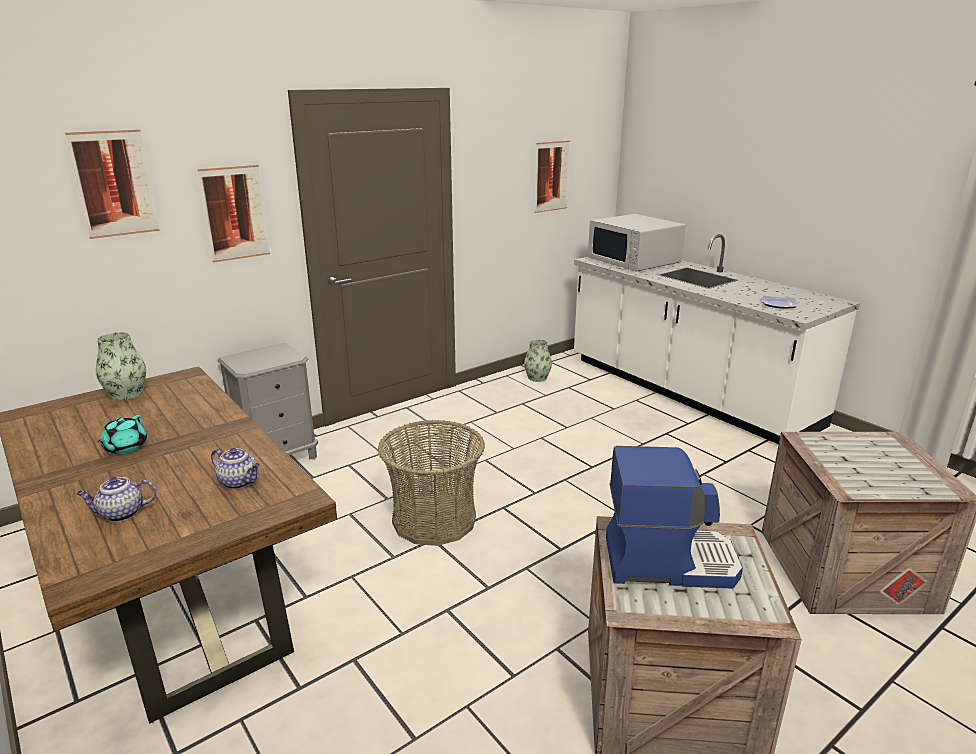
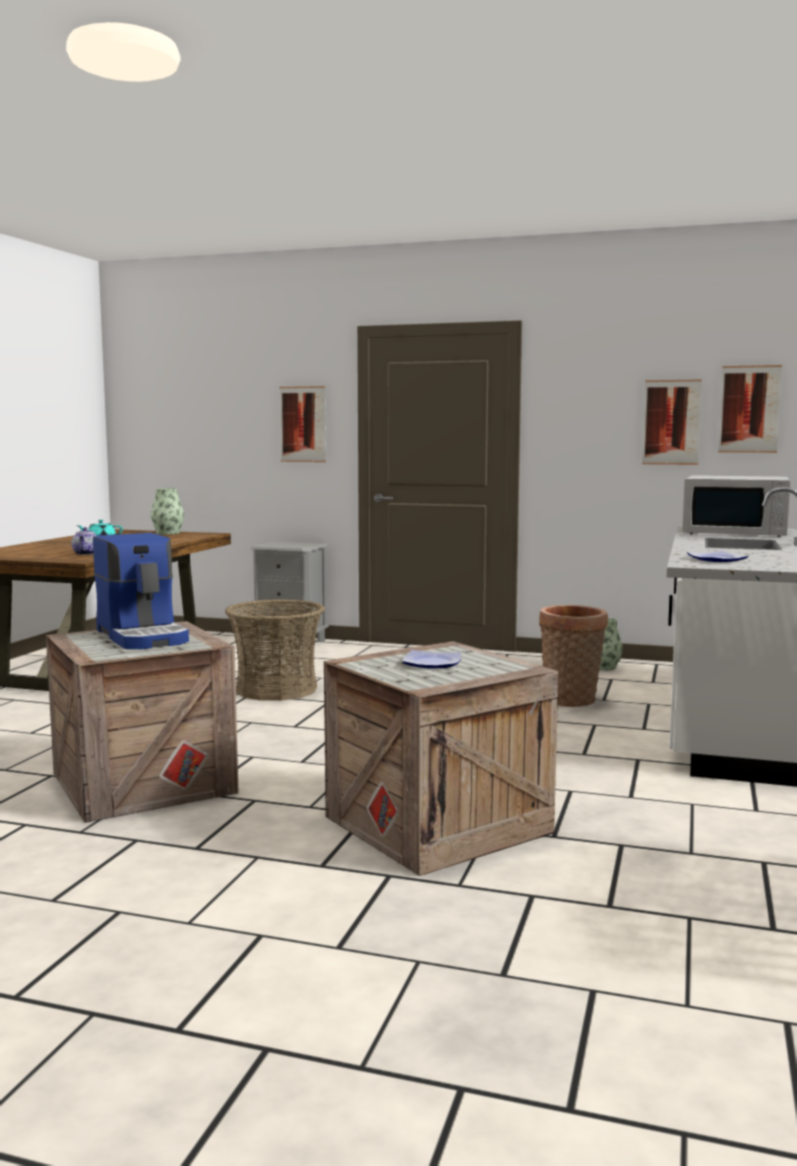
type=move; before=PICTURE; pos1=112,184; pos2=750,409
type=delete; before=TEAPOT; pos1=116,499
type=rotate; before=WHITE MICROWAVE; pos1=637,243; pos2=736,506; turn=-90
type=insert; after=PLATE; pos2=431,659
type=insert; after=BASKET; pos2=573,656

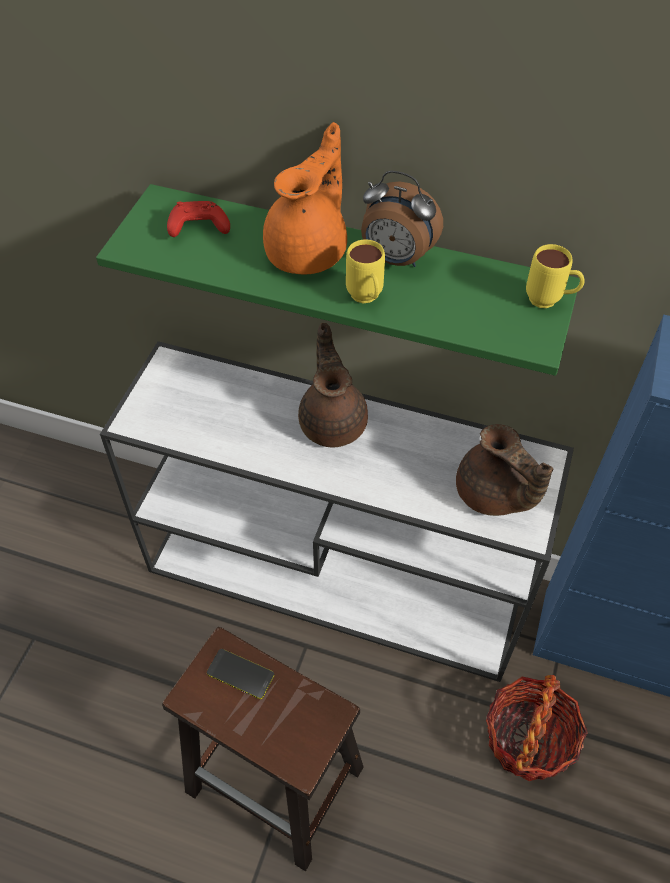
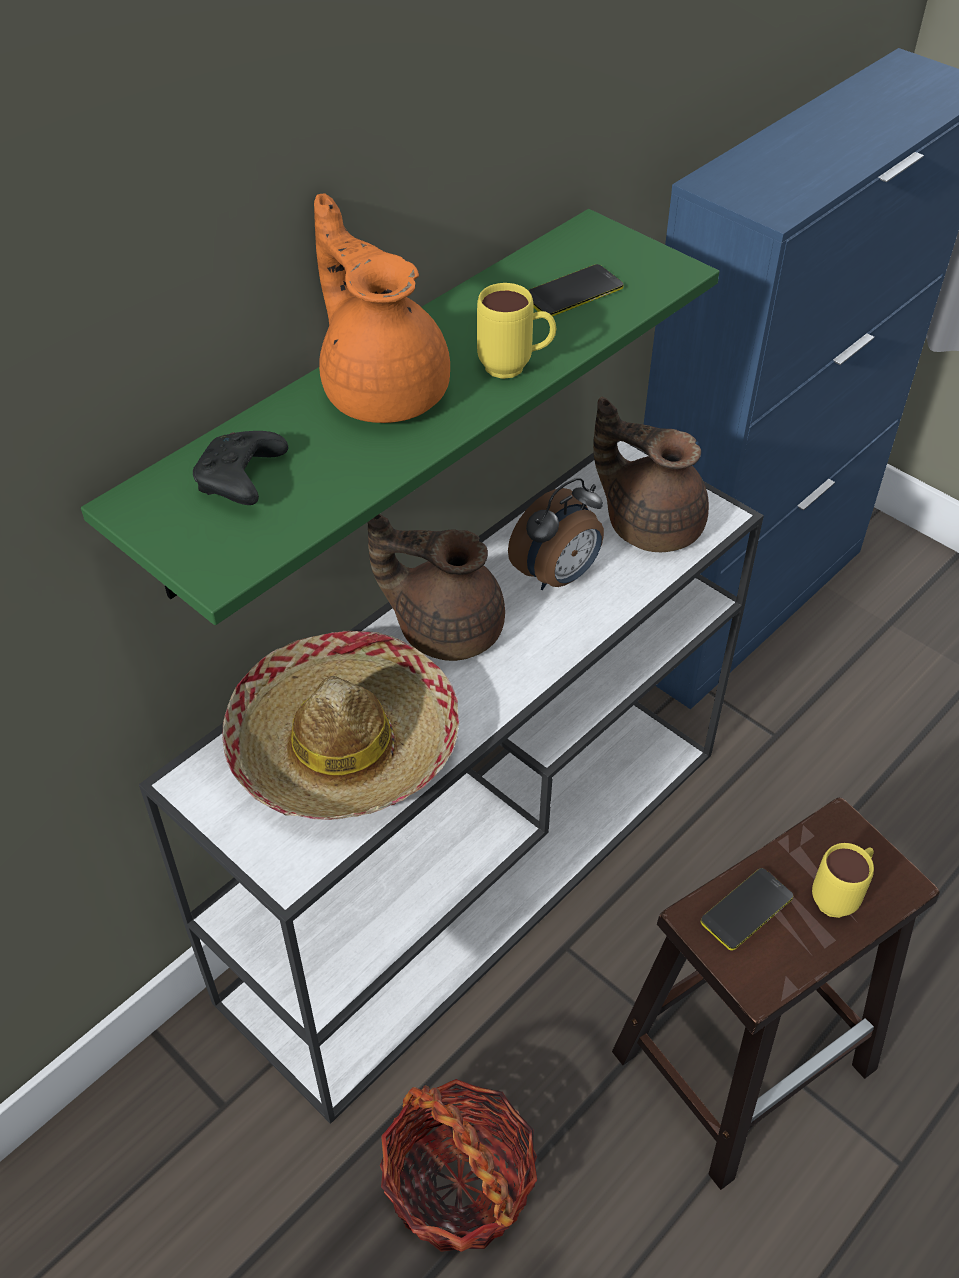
type=recolor; before=RED GAME CONTROLLER; after=BLACK GAME CONTROLLER; pos1=198,219; pos2=240,468
type=move; before=ALARM CLOCK; pos1=402,219; pos2=556,534
type=rotate; before=BROWN TEAPOT; pos1=504,470; pos2=651,474; turn=-135
type=move; before=BASKET; pos1=537,728; pos2=458,1165
type=move; before=YELLOW MUG; pos1=555,276; pos2=843,880
type=insert; after=HAT; pos2=340,725
type=insert; after=PHONE; pos2=576,290

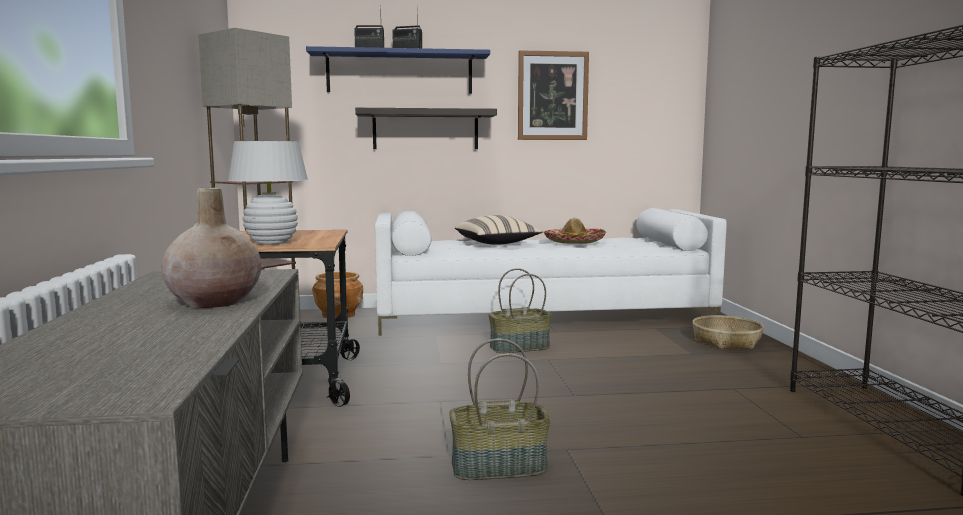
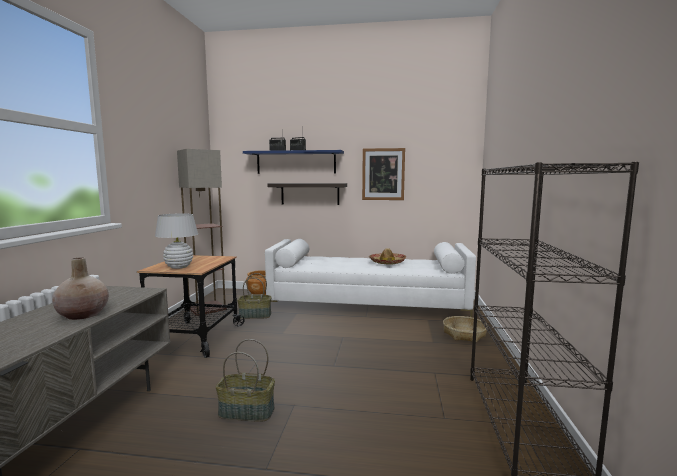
type=delete; before=BEIGE PILLOW; pos1=499,230
type=move; before=BASKET; pos1=520,310; pos2=254,296

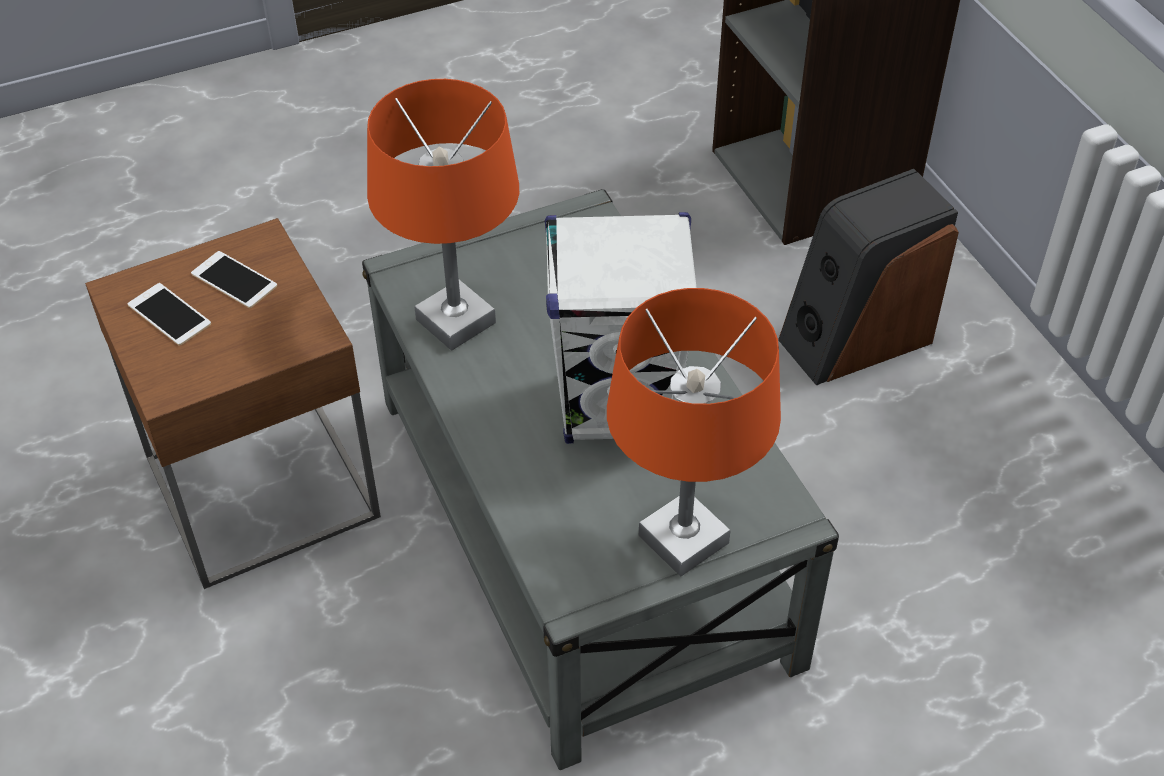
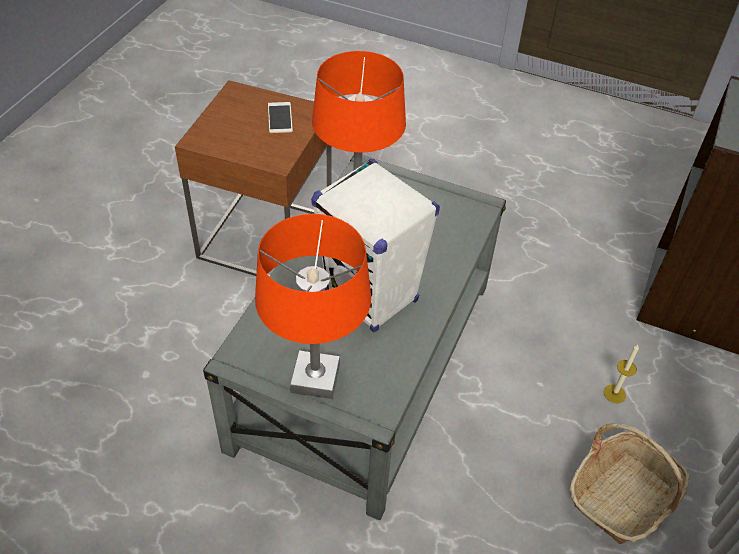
type=delete; before=PHONE; pos1=169,314
type=replace; before=SPEAKER; after=CANDLE; pos1=868,277; pos2=621,374
type=insert; after=BASKET; pos2=630,483

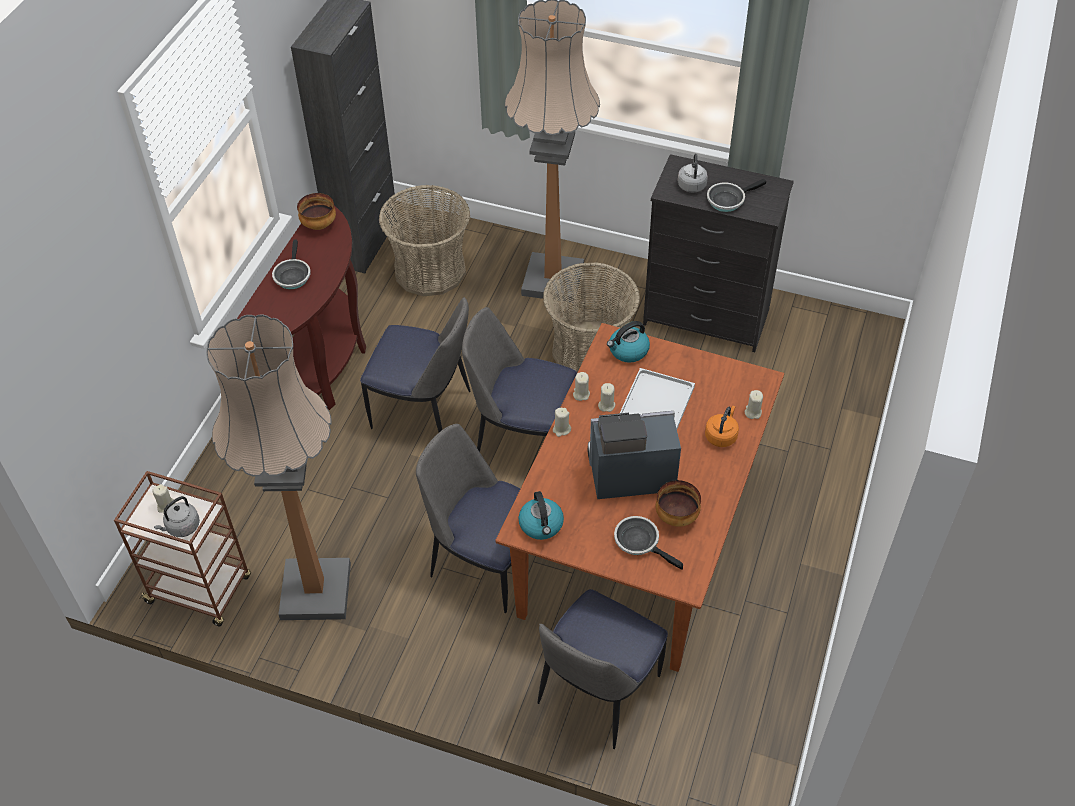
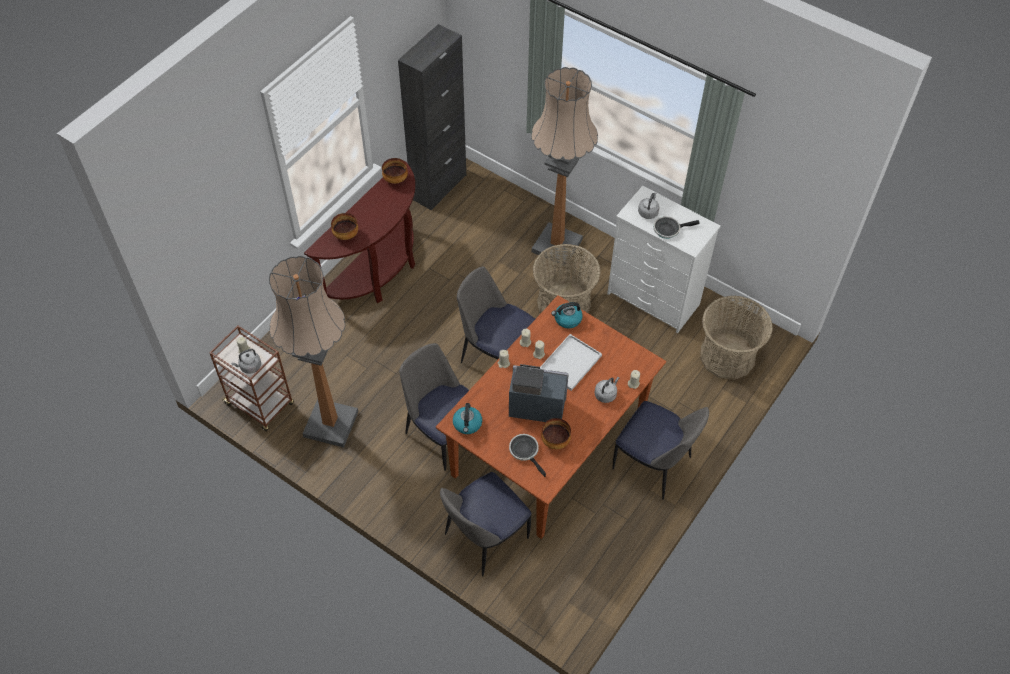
type=delete; before=FRYING PAN; pos1=291,264
type=move; before=CHAIR; pos1=415,364; pos2=660,450
type=move; before=BASKET; pos1=424,240; pos2=736,338
type=recolor; before=BLACK DRESSER; after=WHITE DRESSER; pos1=718,253; pos2=663,259
type=recolor; before=ORANGE KETTLE; after=GREY KETTLE; pos1=722,426; pos2=606,390
type=insert; after=BOWL; pos2=344,226

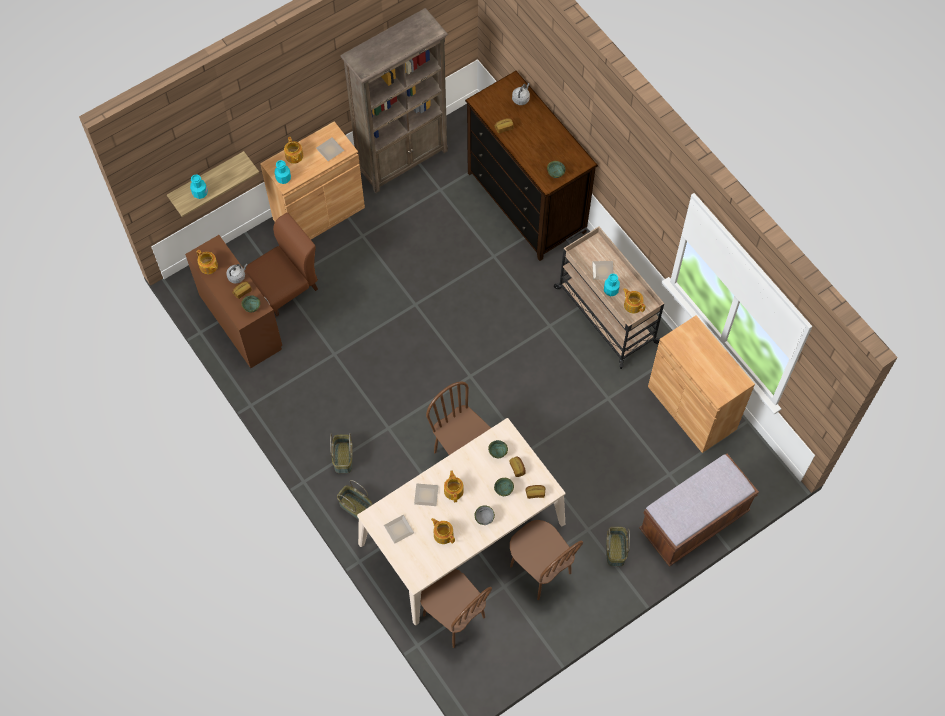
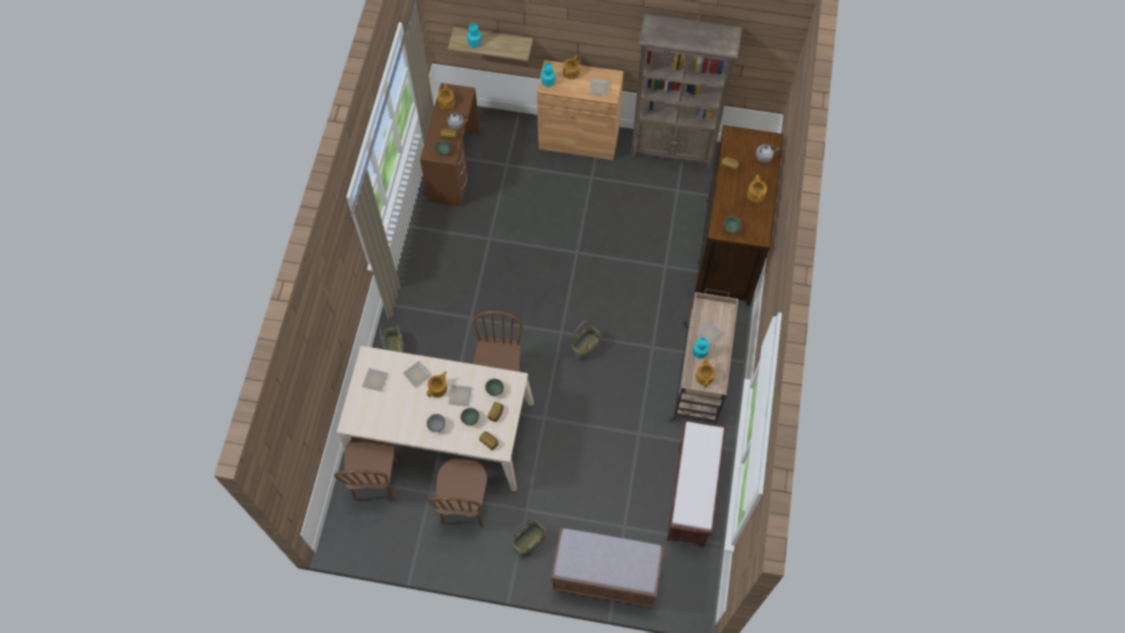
type=delete; before=BROWN CHAIR; pos1=280,264
type=move; before=BASKET; pos1=341,453; pos2=586,341
type=move; before=TEAPOT; pos1=443,531; pos2=757,189
type=replace; before=BROWN CABINET; after=BROWN BENCH; pos1=701,384; pos2=696,483
type=insert; after=PLATE; pos2=460,396

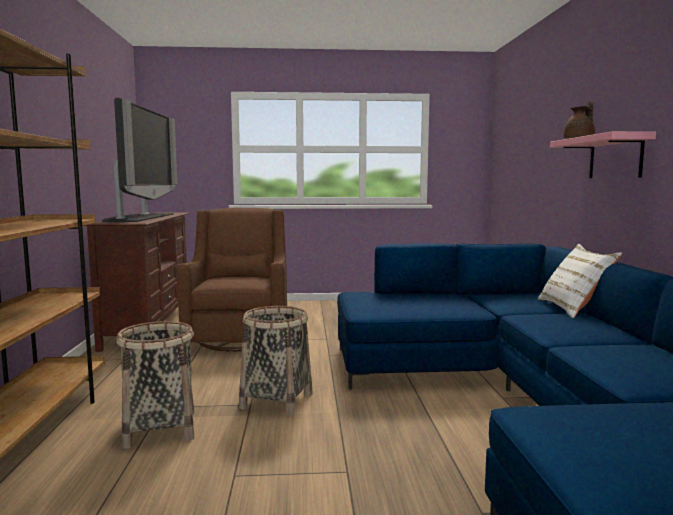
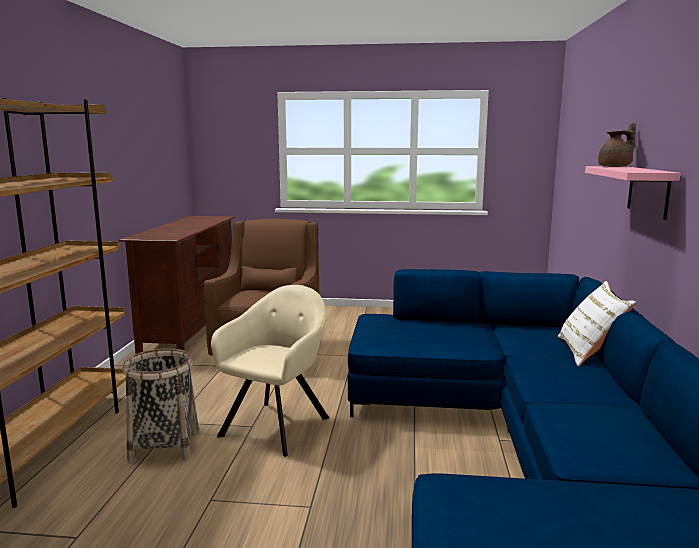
type=delete; before=TELEVISION; pos1=139,160
type=replace; before=BASKET; after=BEIGE ARMCHAIR; pos1=276,361; pos2=270,371

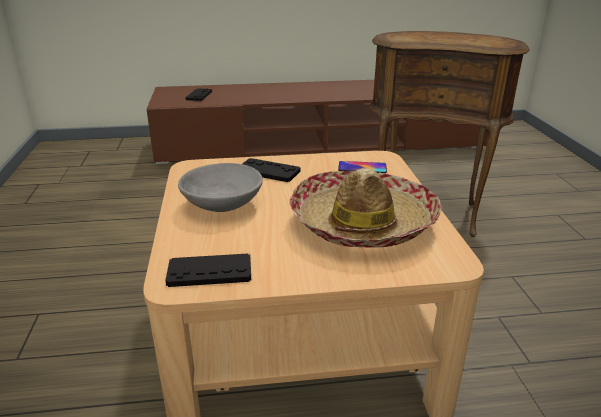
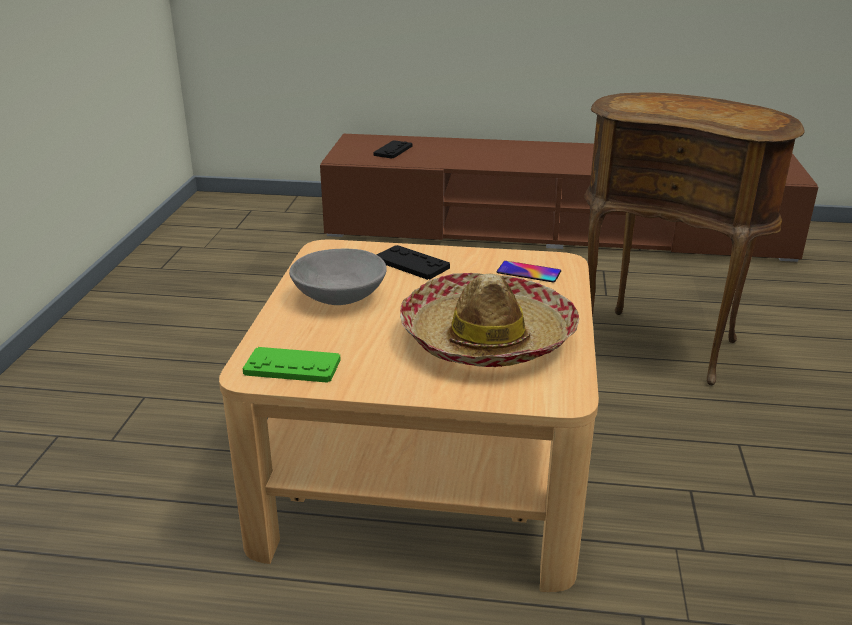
type=recolor; before=BLACK GAME CONTROLLER; after=GREEN GAME CONTROLLER; pos1=208,270; pos2=291,365

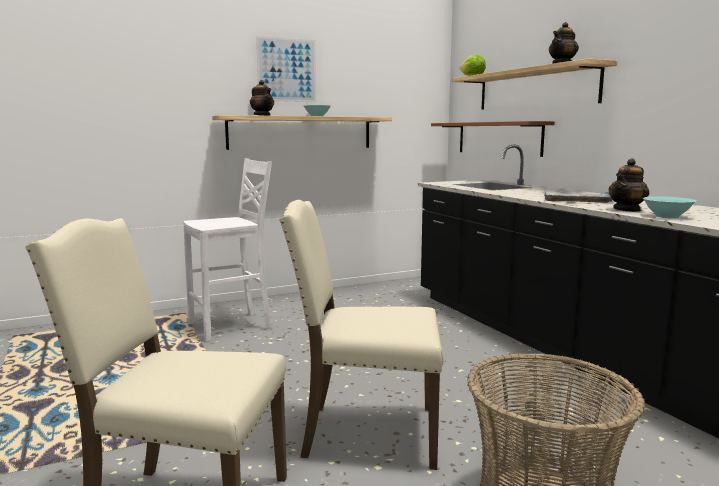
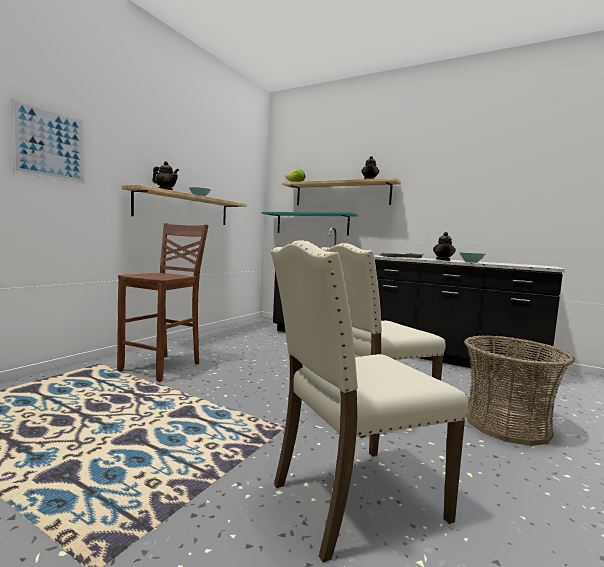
type=recolor; before=WHITE STOOL; after=BROWN STOOL; pos1=227,250; pos2=162,302
type=move; before=PICTURE; pos1=286,69; pos2=47,141
type=recolor; before=BROWN SHELF; after=TURQUOISE SHELF; pos1=493,139; pos2=309,223

